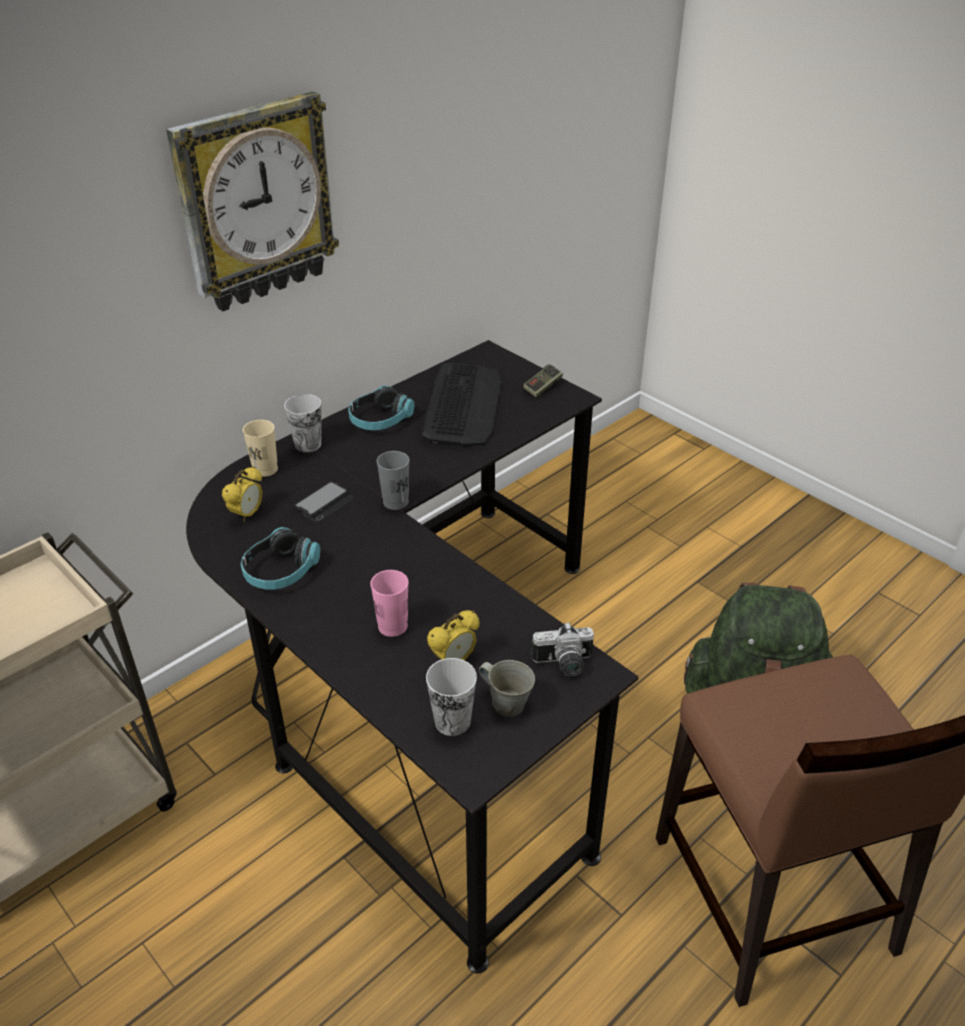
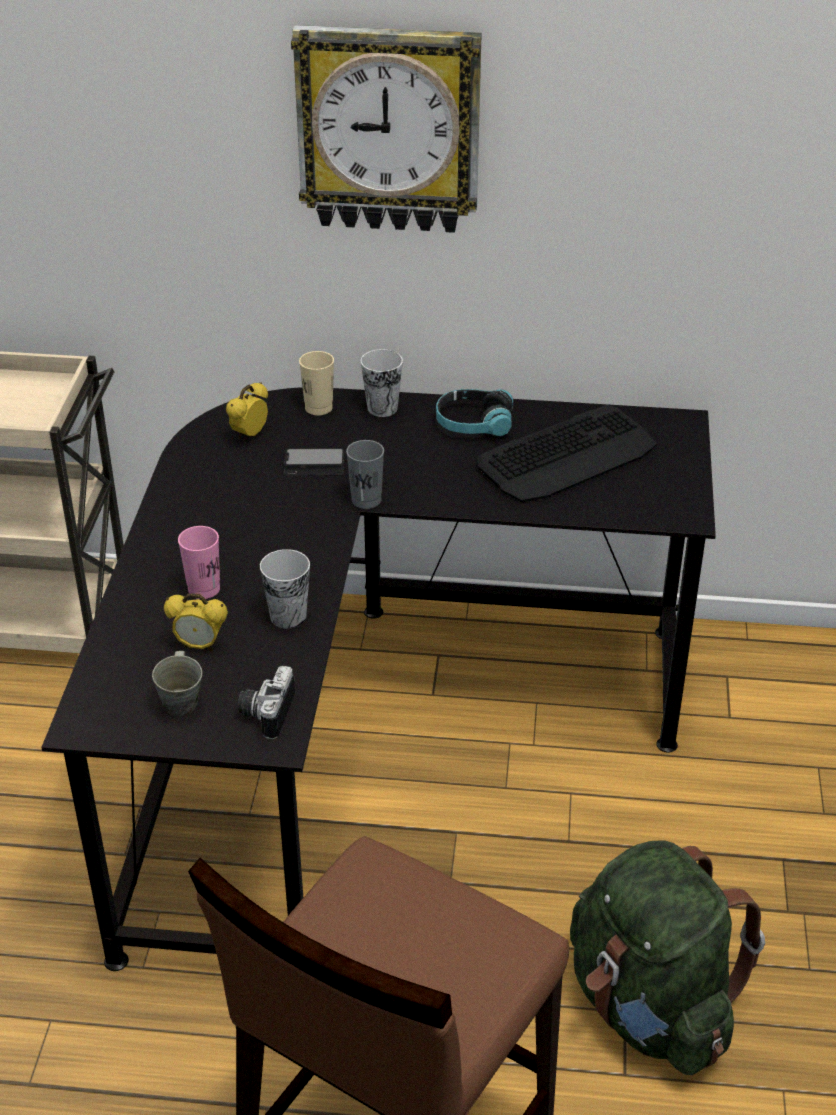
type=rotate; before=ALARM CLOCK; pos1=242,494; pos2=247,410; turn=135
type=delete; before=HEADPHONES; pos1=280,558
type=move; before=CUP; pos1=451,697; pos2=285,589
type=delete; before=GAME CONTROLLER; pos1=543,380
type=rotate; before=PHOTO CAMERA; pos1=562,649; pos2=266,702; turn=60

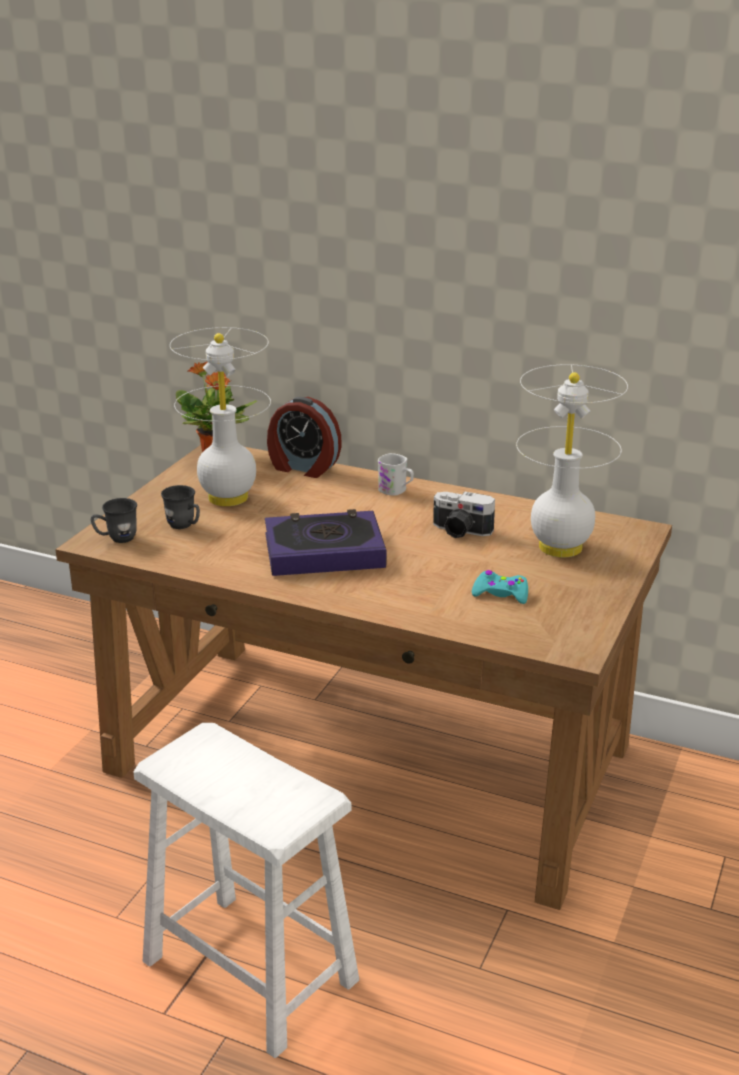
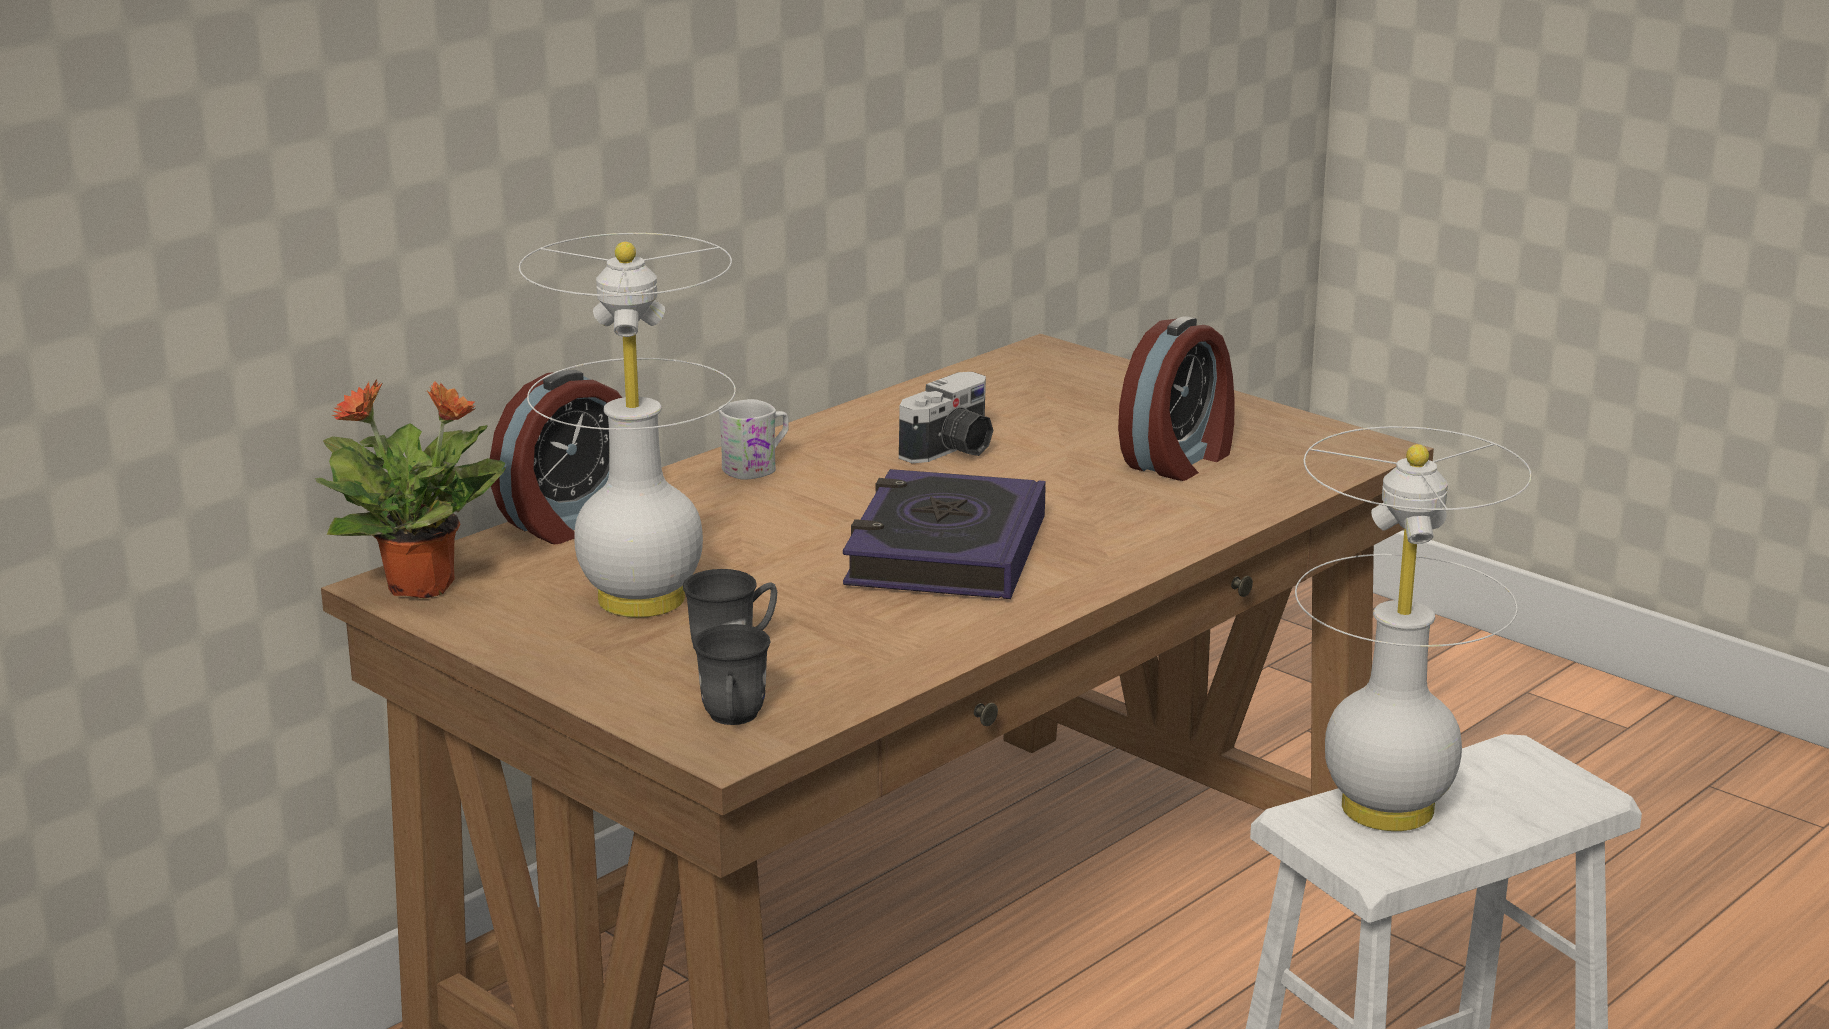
type=replace; before=TURQUOISE GAME CONTROLLER; after=ALARM CLOCK; pos1=500,587; pos2=1176,398
type=move; before=WHITE TABLE LAMP; pos1=572,460; pos2=1413,628

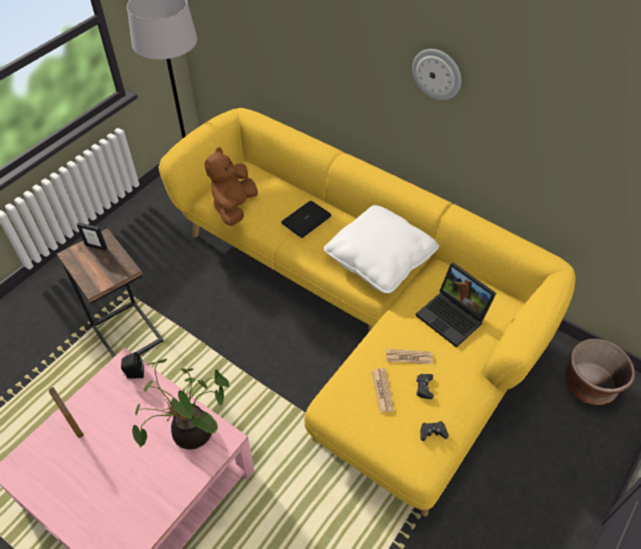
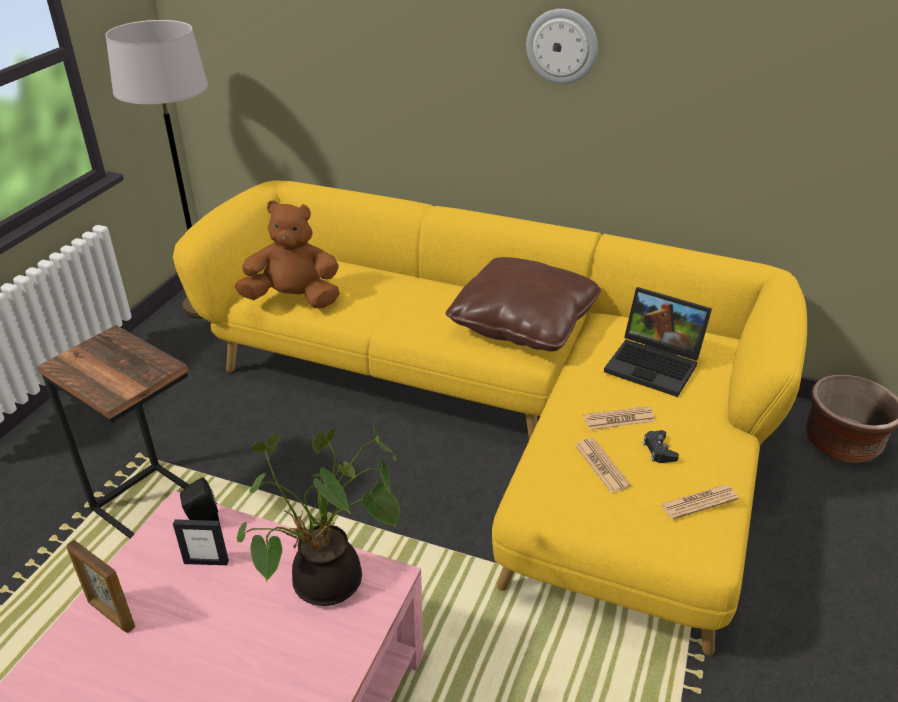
type=move; before=PICTURE FRAME; pos1=92,236; pos2=201,542
type=rotate; before=BROWN PLUSH TOY; pos1=231,186; pos2=287,254; turn=90
type=delete; before=LAPTOP; pos1=306,219
type=recolor; before=WHITE PILLOW; after=BROWN PILLOW; pos1=381,249; pos2=523,304
type=replace; before=BLACK GAME CONTROLLER; after=NEWSPAPER; pos1=434,431; pos2=699,502

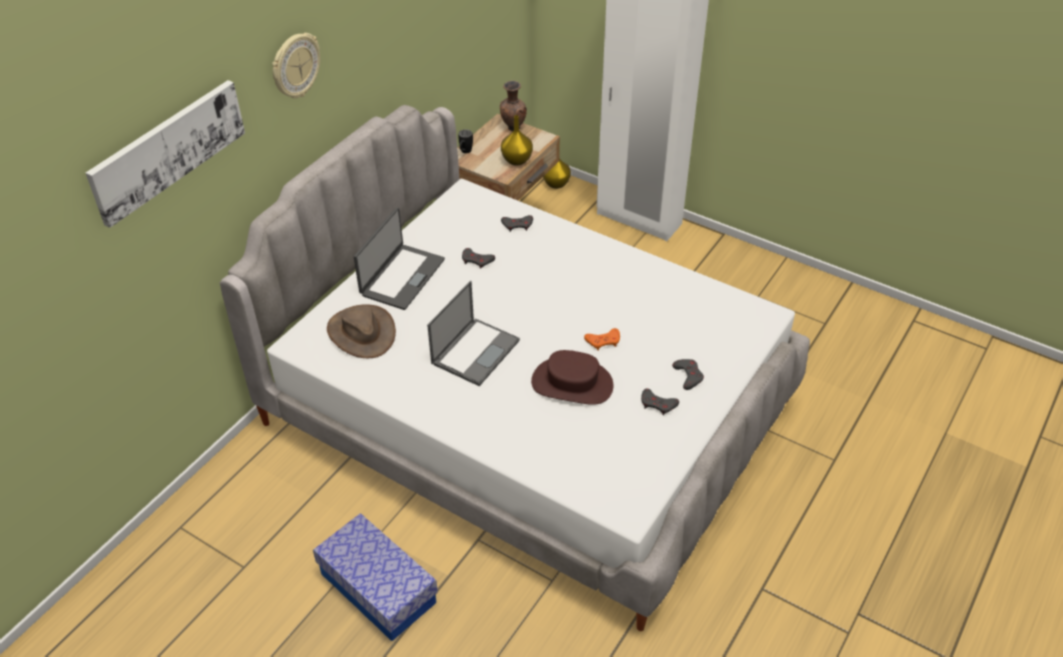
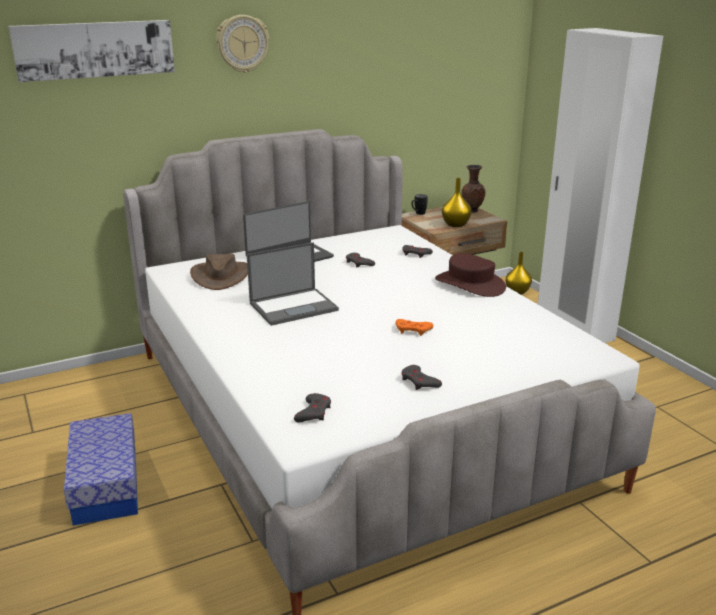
type=move; before=BROWN HAT; pos1=572,377; pos2=470,275
type=move; before=GREY GAME CONTROLLER; pos1=688,374; pos2=312,407

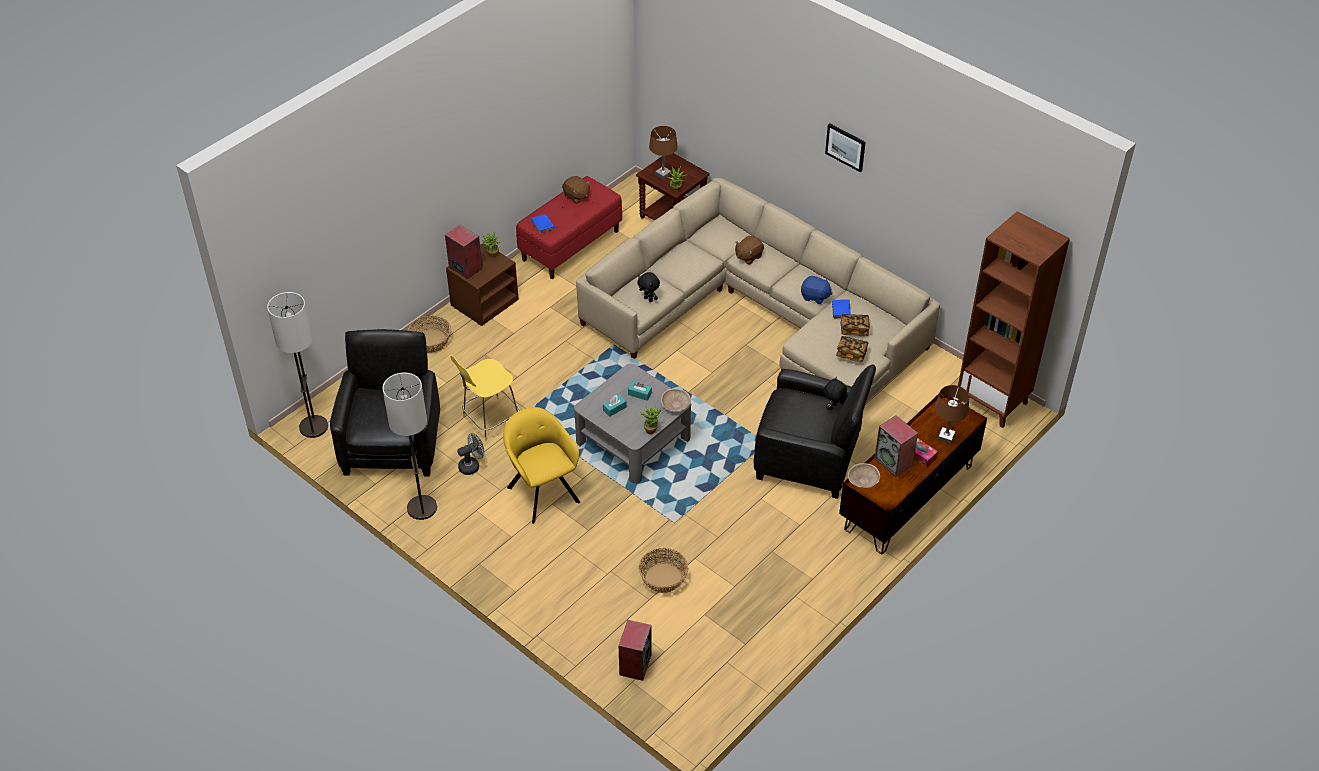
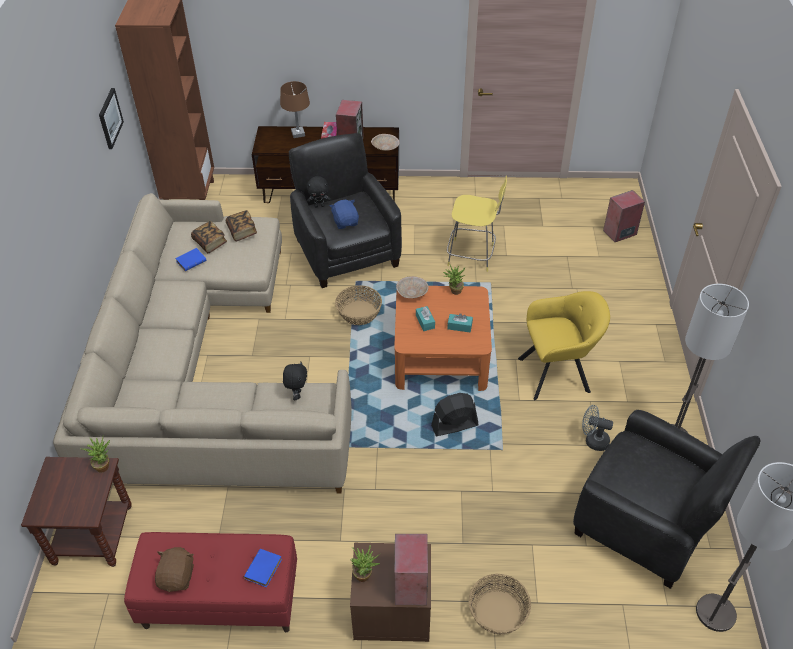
type=rotate; before=BLACK ARMCHAIR; pos1=385,402; pos2=666,499; turn=-105
type=move; before=YELLOW STOOL; pos1=485,399; pos2=477,224
type=rotate; before=YELLOW ARMCHAIR; pos1=542,465; pos2=564,345; turn=-120
type=recolor; before=GREY COFFEE TABLE; after=ORANGE COFFEE TABLE; pos1=632,424; pos2=443,338
type=move; before=BASKET; pos1=663,570; pos2=358,305
type=delete; before=BROWN TABLE LAMP; pos1=663,152
type=delete; before=BROWN PLUSH TOY; pos1=749,250
type=move; before=BLUE PLUSH TOY; pos1=816,290; pos2=344,214
type=move; before=PICTURE; pos1=845,147; pos2=111,118
type=insert; after=BLACK FAN; pos2=455,414

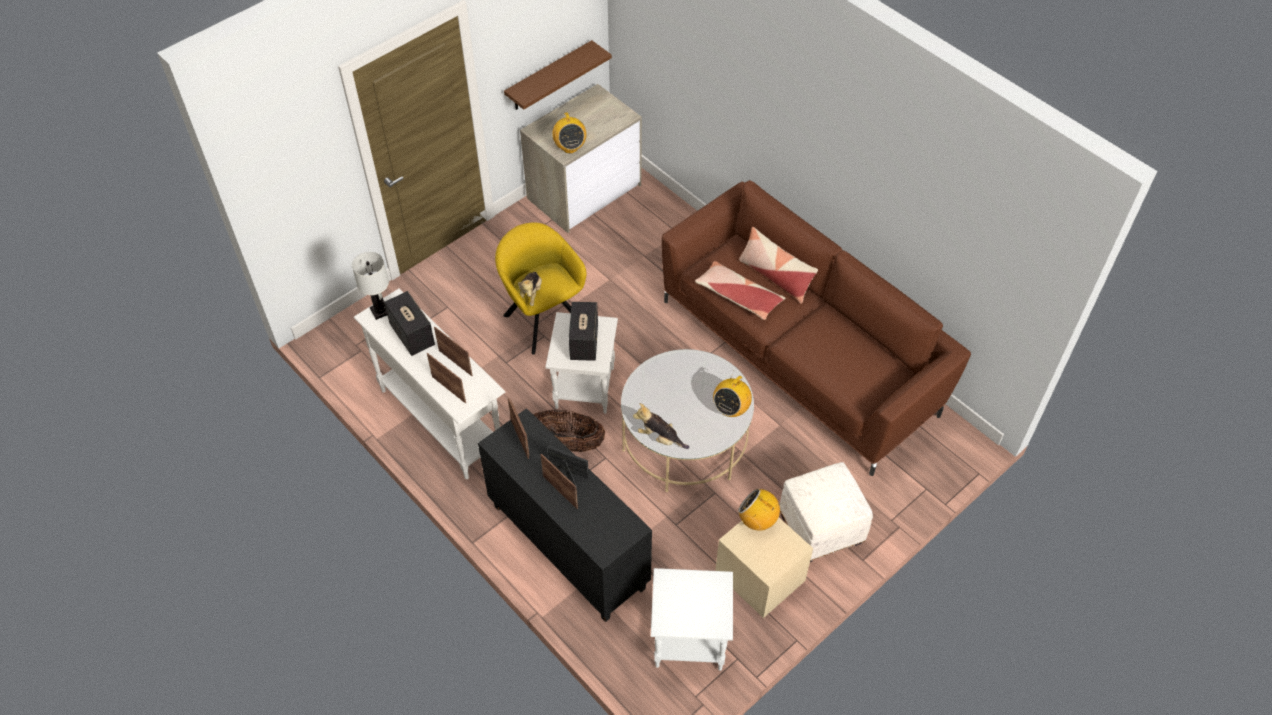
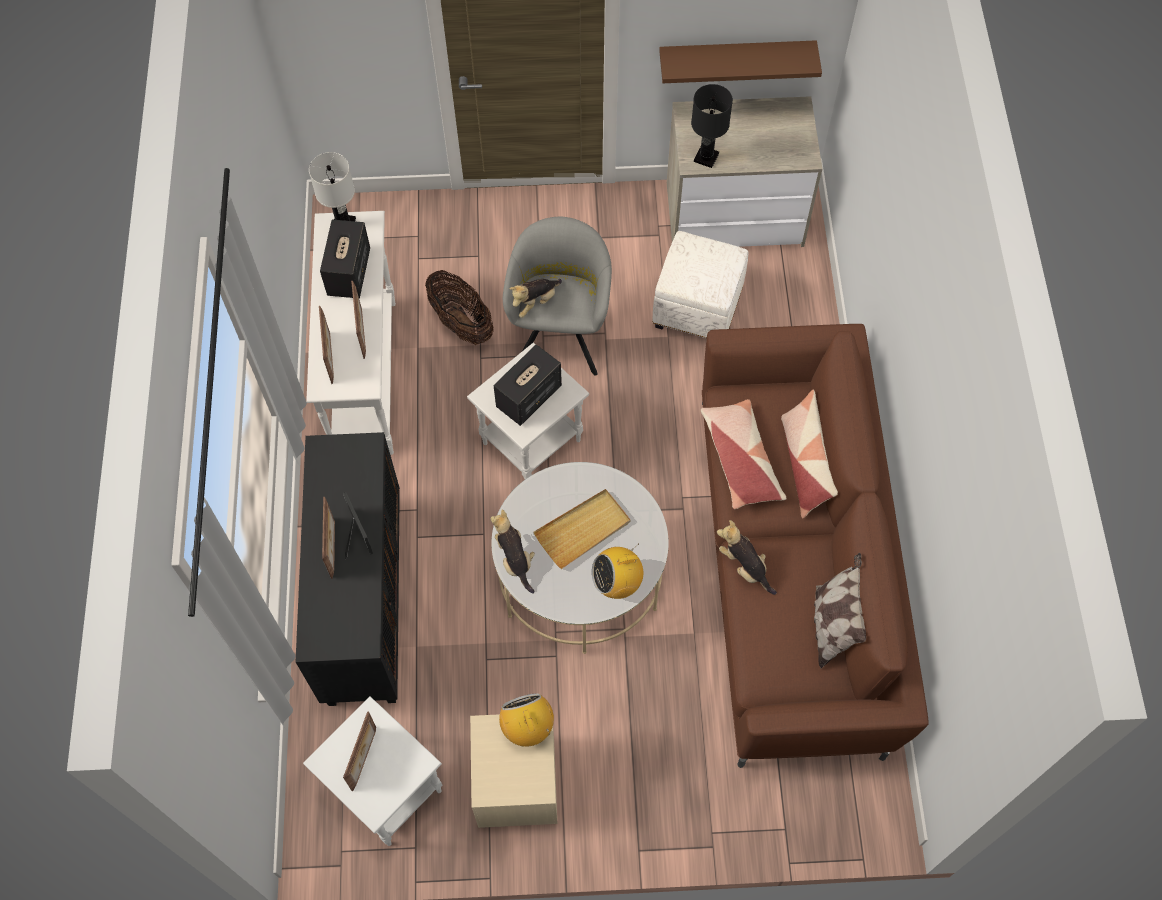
type=recolor; before=YELLOW ARMCHAIR; after=GREY ARMCHAIR; pos1=541,288; pos2=557,296
type=move; before=PICTURE FRAME; pos1=518,428; pos2=359,751
type=move; before=BASKET; pos1=569,430; pos2=459,307
type=replace; before=RADIO; after=BLACK TABLE LAMP; pos1=569,132; pos2=712,126
type=move; before=WHITE OTTOMAN; pos1=826,512; pos2=700,284
type=insert; after=BEIGE TRAY; pos2=581,529
type=insert; after=PLUSH TOY; pos2=747,557
type=insert; after=PILLOW; pos2=840,611

